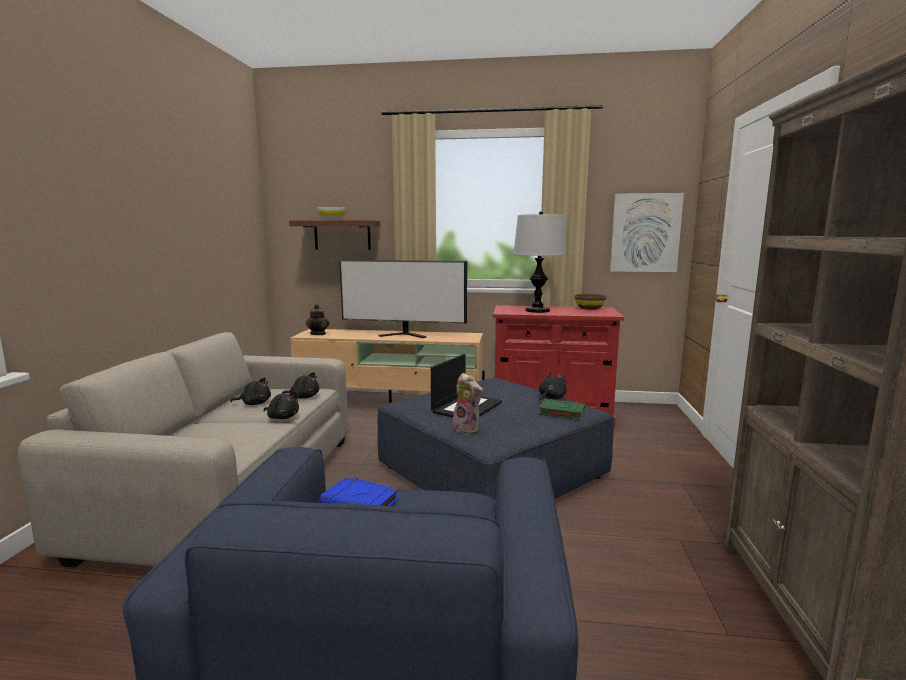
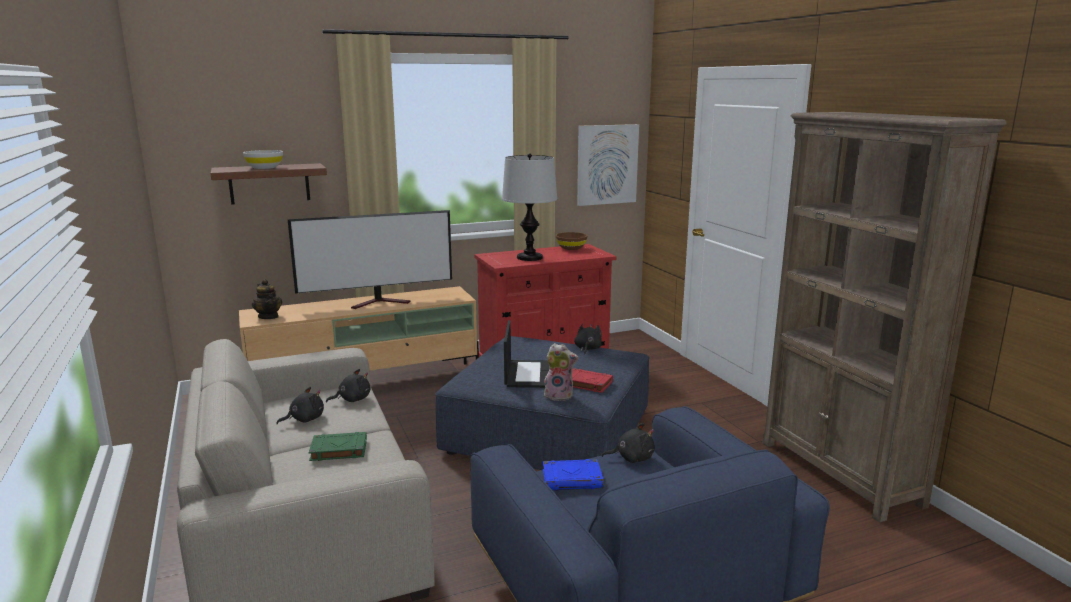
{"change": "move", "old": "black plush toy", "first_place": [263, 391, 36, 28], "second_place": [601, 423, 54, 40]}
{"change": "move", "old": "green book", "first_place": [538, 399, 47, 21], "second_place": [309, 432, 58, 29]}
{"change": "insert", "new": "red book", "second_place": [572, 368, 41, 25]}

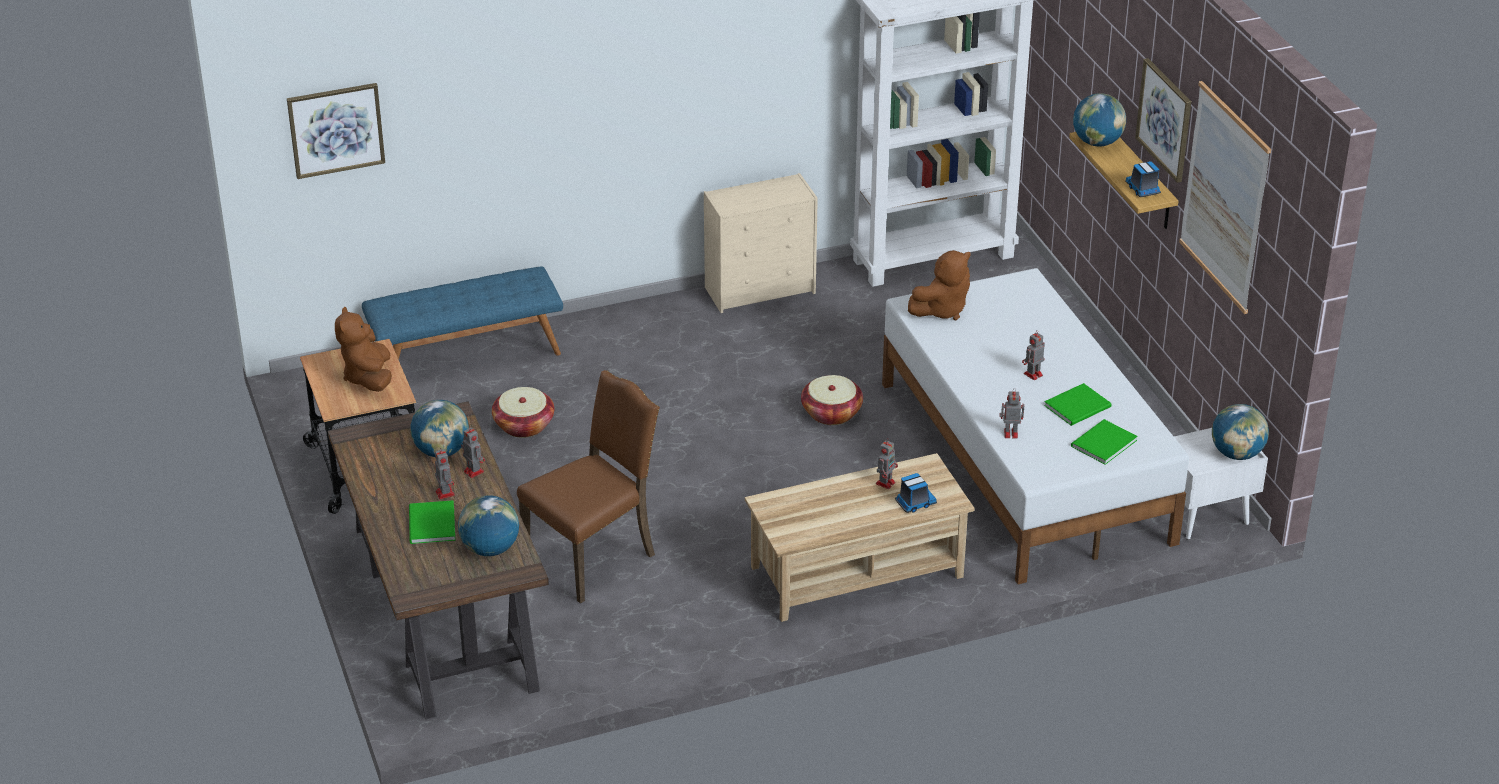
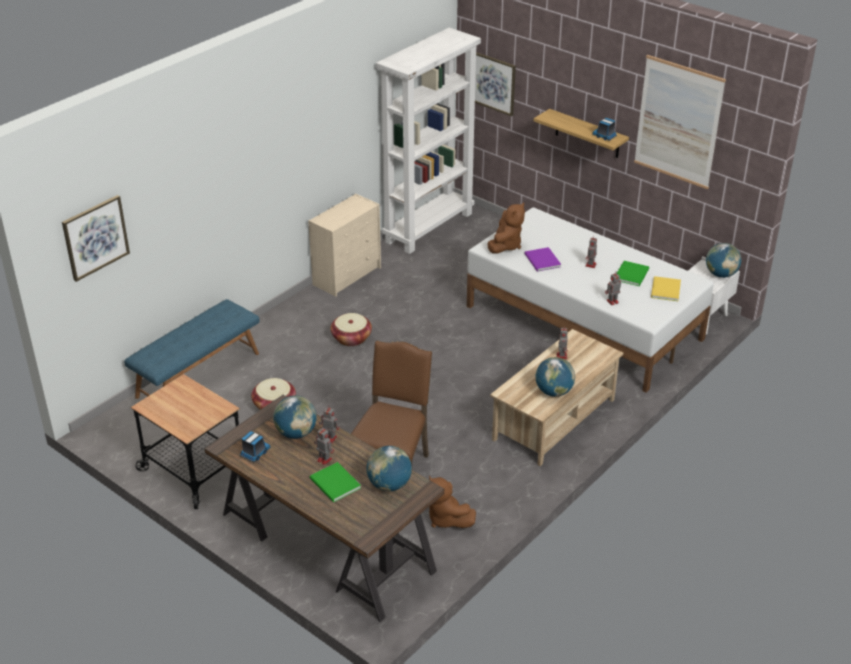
{"change": "move", "old": "picture", "first_place": [1135, 58, 56, 125], "second_place": [475, 52, 41, 64]}
{"change": "move", "old": "globe", "first_place": [1073, 93, 53, 53], "second_place": [535, 357, 40, 40]}
{"change": "move", "old": "brown plush toy", "first_place": [335, 307, 57, 85], "second_place": [429, 476, 47, 52]}
{"change": "move", "old": "basket", "first_place": [801, 375, 62, 50], "second_place": [330, 313, 42, 33]}
{"change": "recolor", "old": "green book", "new": "yellow book", "first_place": [1071, 419, 67, 46], "second_place": [651, 276, 30, 25]}
{"change": "move", "old": "toy truck", "first_place": [895, 473, 42, 40], "second_place": [240, 431, 31, 31]}
{"change": "insert", "new": "purple book", "second_place": [525, 247, 36, 25]}

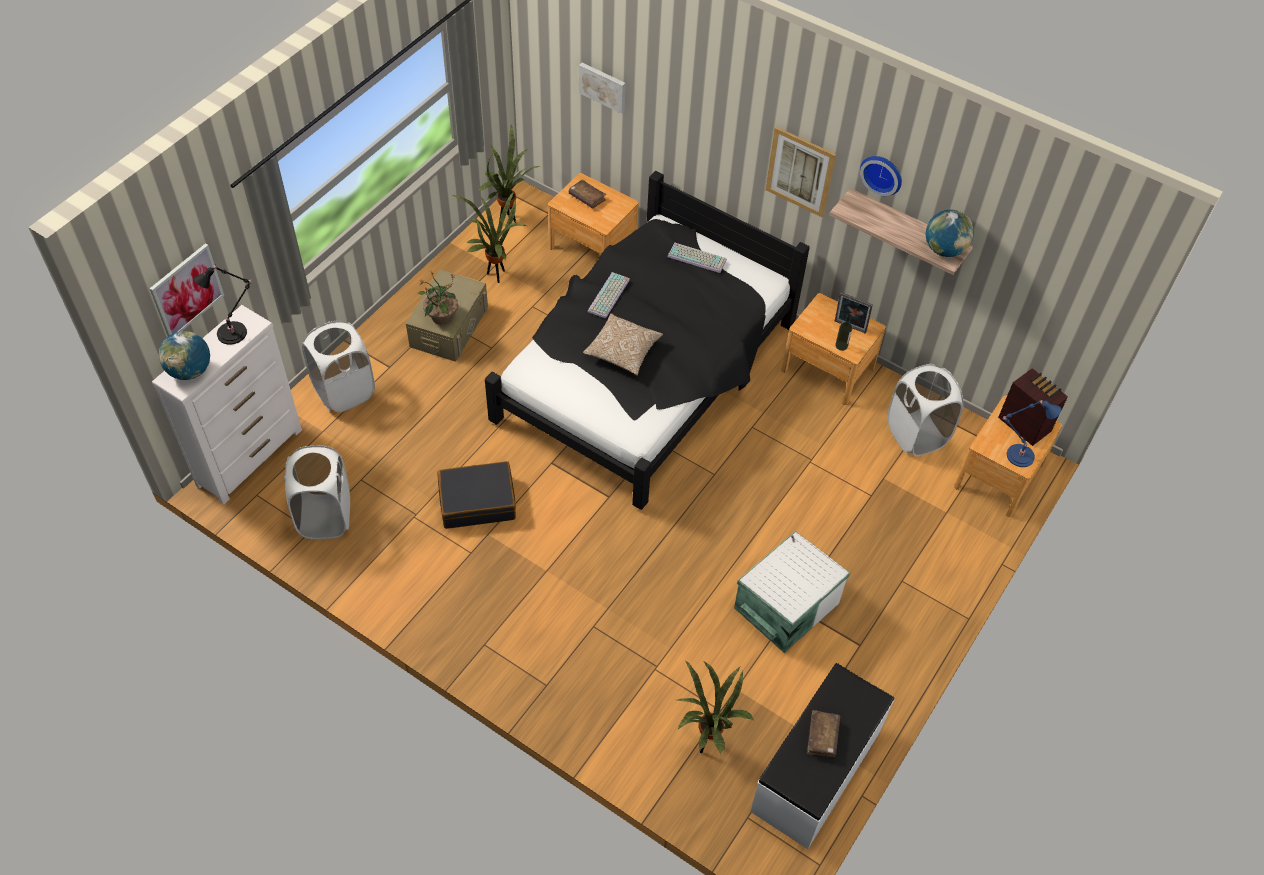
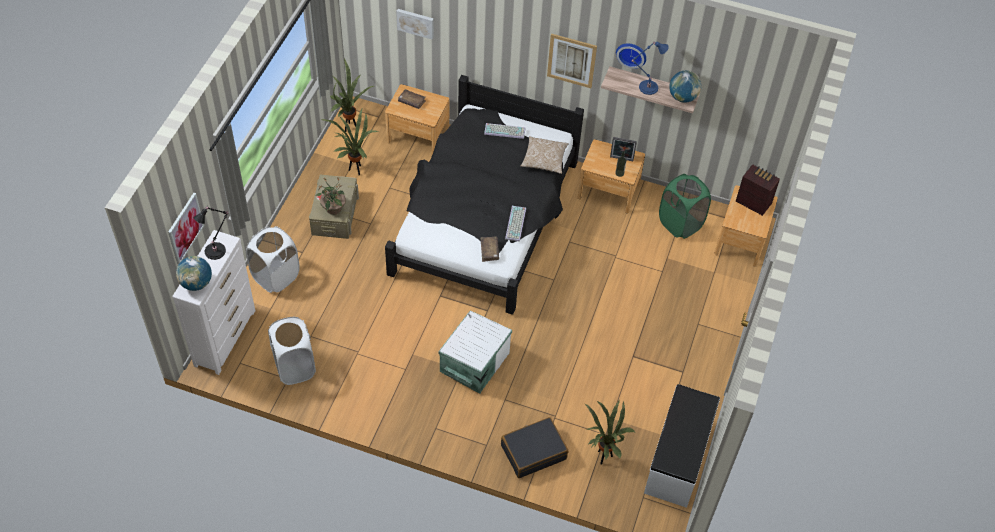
{"change": "move", "old": "keyboard", "first_place": [587, 272, 43, 47], "second_place": [505, 206, 21, 36]}
{"change": "move", "old": "pillow", "first_place": [583, 313, 80, 62], "second_place": [521, 136, 48, 38]}
{"change": "recolor", "old": "white laundry basket", "new": "green laundry basket", "first_place": [888, 364, 75, 92], "second_place": [659, 174, 52, 65]}
{"change": "move", "old": "blue table lamp", "first_place": [1003, 400, 58, 67], "second_place": [631, 42, 38, 53]}
{"change": "move", "old": "black suitcase", "first_place": [437, 461, 79, 68], "second_place": [501, 417, 67, 61]}
{"change": "move", "old": "white storage box", "first_place": [734, 531, 116, 122], "second_place": [438, 310, 74, 84]}
{"change": "move", "old": "brown book", "first_place": [807, 710, 34, 47], "second_place": [480, 237, 19, 25]}

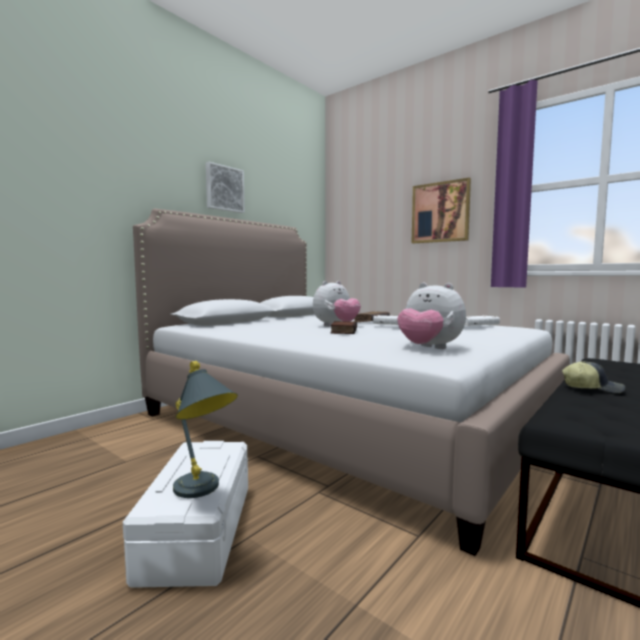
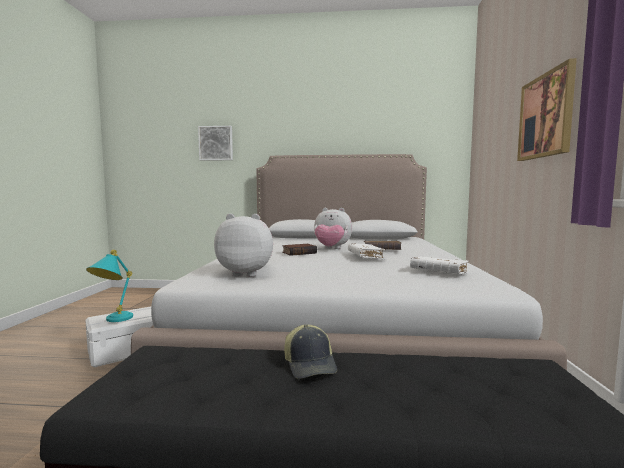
{"change": "move", "old": "picture", "first_place": [206, 162, 39, 51], "second_place": [198, 126, 35, 35]}
{"change": "rotate", "old": "plush toy", "first_place": [397, 283, 69, 66], "second_place": [214, 214, 59, 63], "degrees": 90}
{"change": "recolor", "old": "grey table lamp", "new": "turquoise table lamp", "first_place": [173, 361, 65, 137], "second_place": [86, 250, 47, 72]}

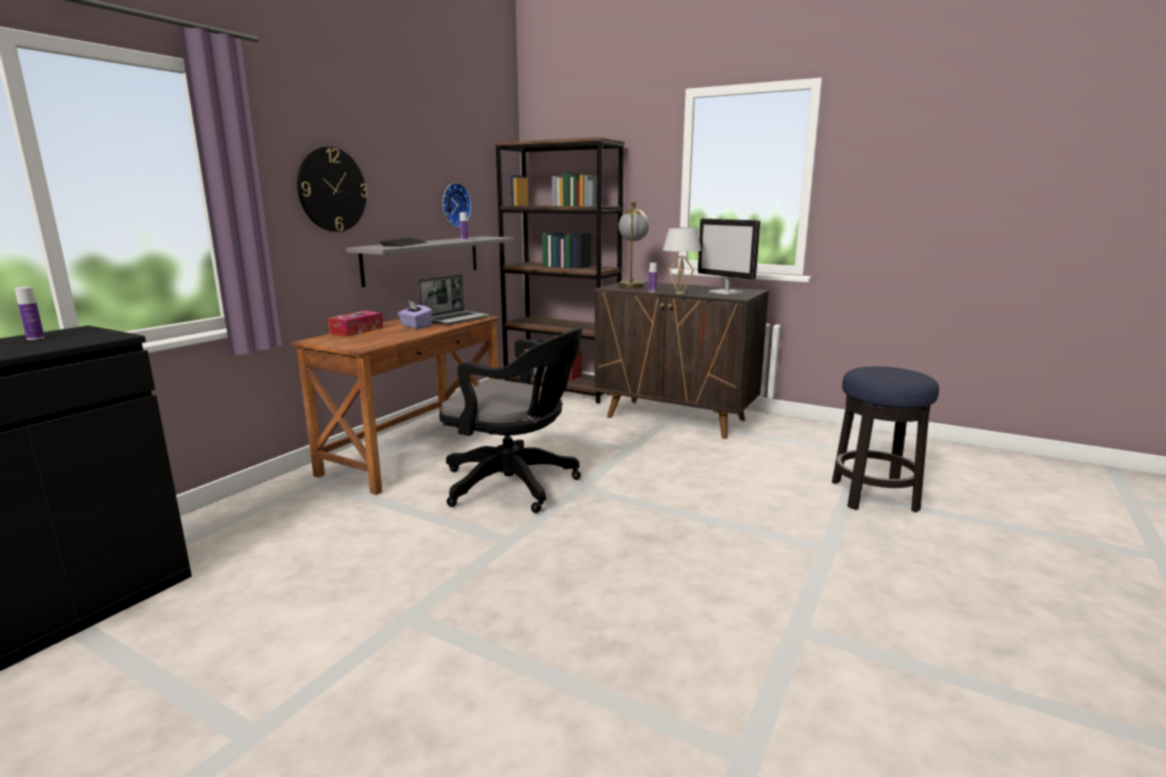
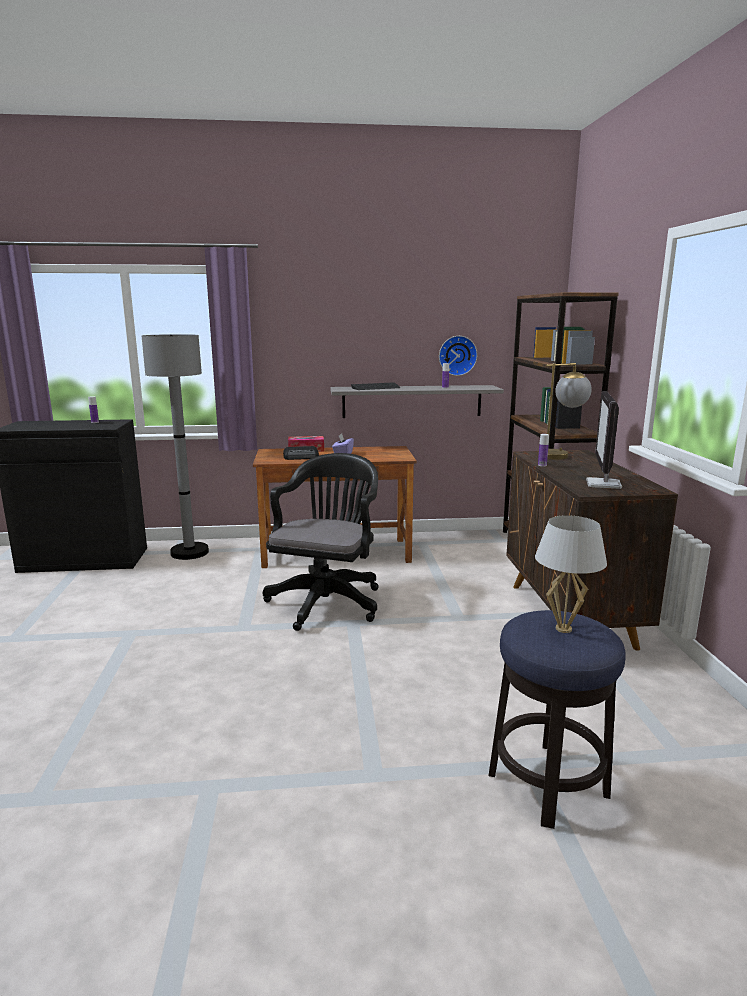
{"change": "delete", "old": "wall clock", "first_place": [297, 147, 71, 85]}
{"change": "move", "old": "white table lamp", "first_place": [663, 227, 39, 67], "second_place": [535, 515, 72, 118]}
{"change": "delete", "old": "laptop", "first_place": [418, 274, 72, 51]}
{"change": "rotate", "old": "black office chair", "first_place": [439, 326, 143, 187], "second_place": [263, 453, 115, 178], "degrees": -150}
{"change": "insert", "new": "grey floor lamp", "second_place": [142, 334, 67, 226]}
{"change": "insert", "new": "radio", "second_place": [283, 446, 36, 14]}

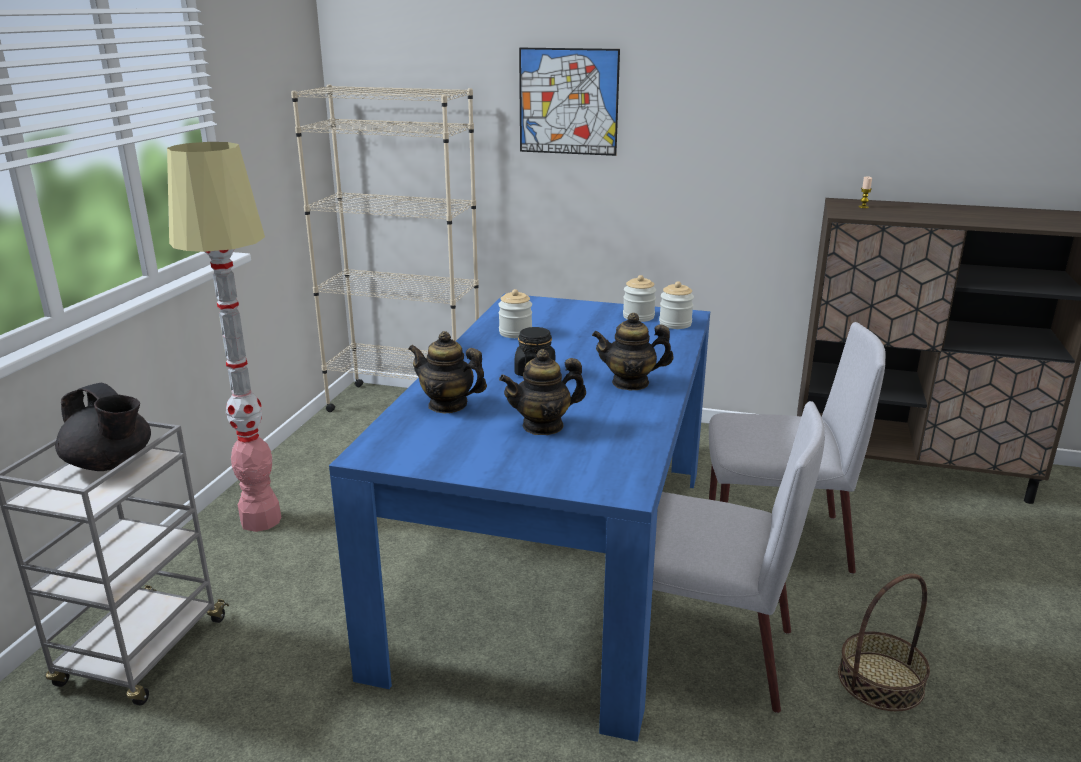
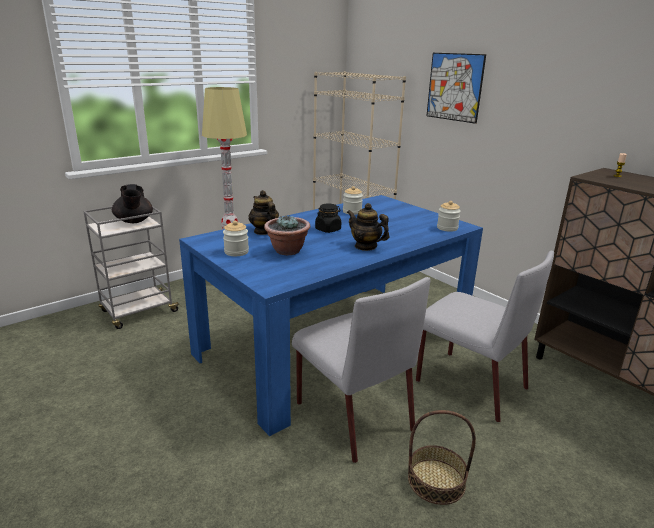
{"change": "move", "old": "jar", "first_place": [623, 275, 33, 47], "second_place": [223, 221, 26, 35]}
{"change": "replace", "old": "teapot", "new": "potted plant", "first_place": [499, 349, 87, 86], "second_place": [264, 215, 46, 40]}

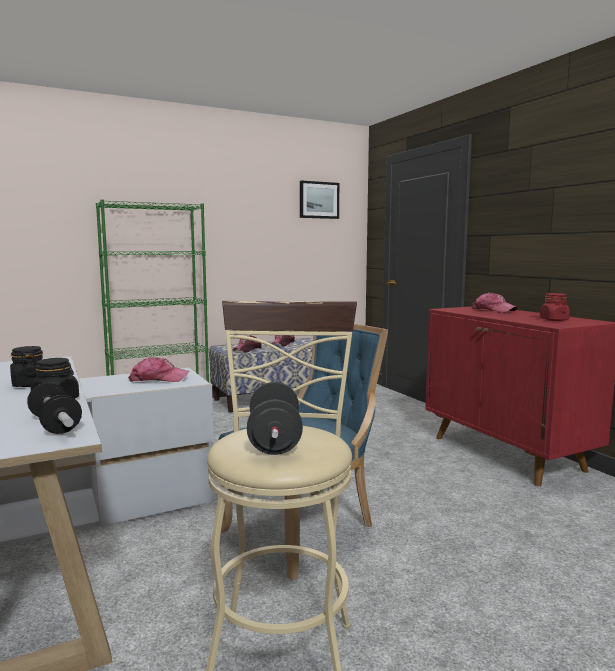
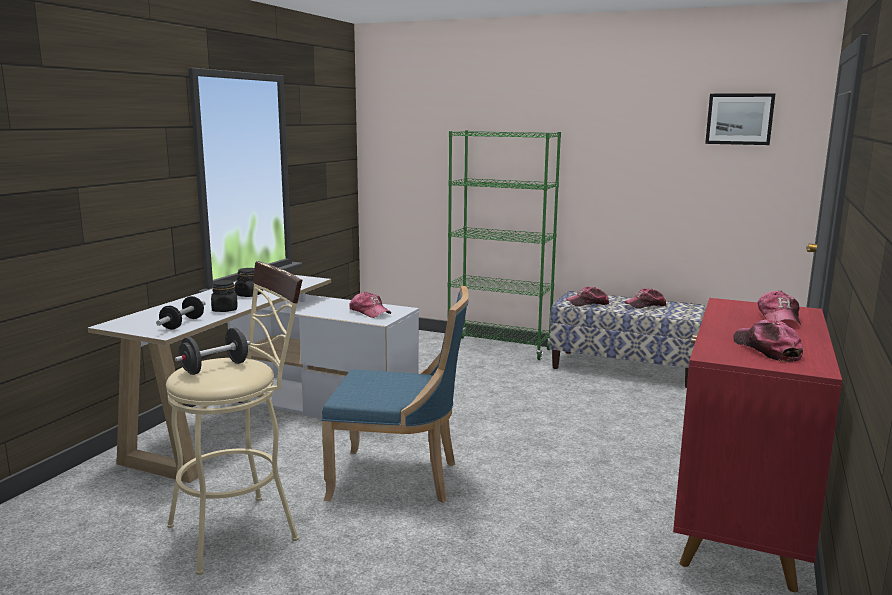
{"change": "replace", "old": "red jar", "new": "cap", "first_place": [540, 293, 30, 28], "second_place": [733, 320, 70, 43]}

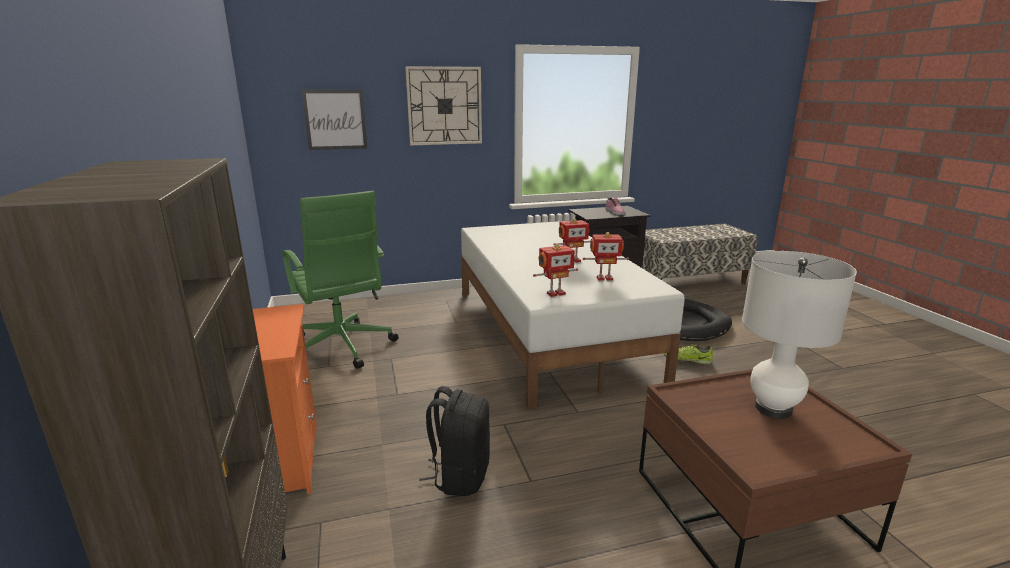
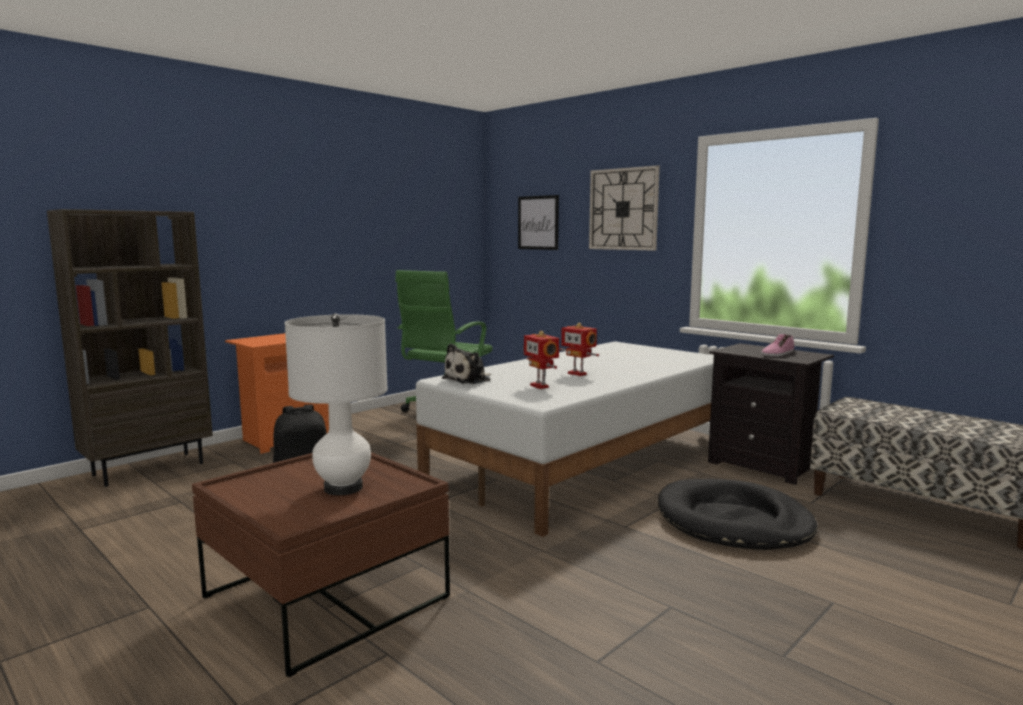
{"change": "replace", "old": "toy robot", "new": "plush toy", "first_place": [533, 244, 45, 53], "second_place": [442, 343, 49, 41]}
{"change": "delete", "old": "shoe", "first_place": [664, 344, 49, 21]}

